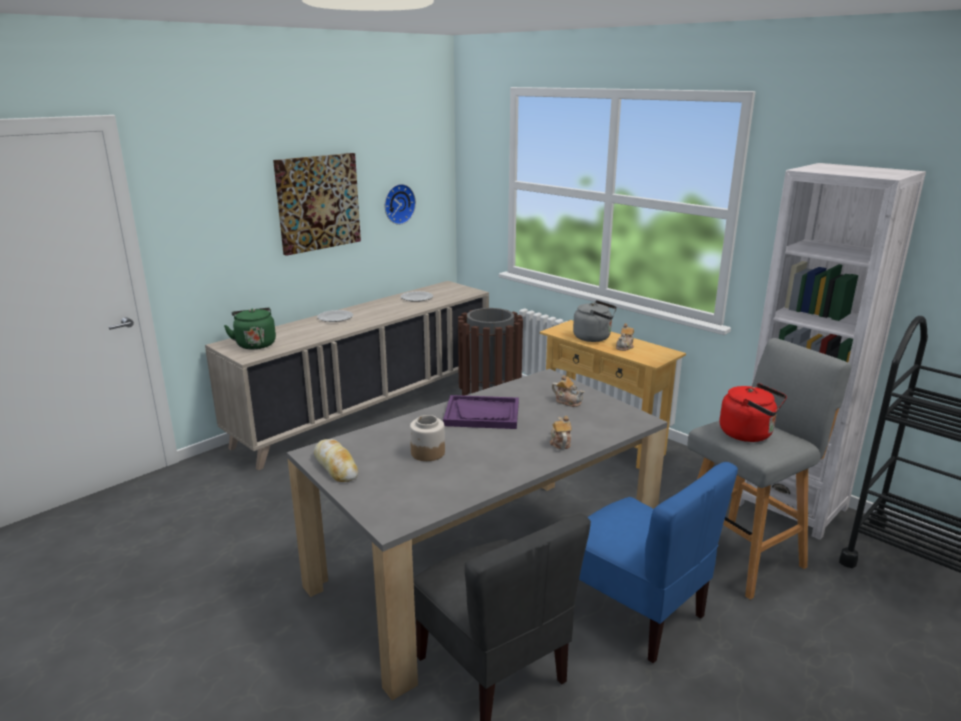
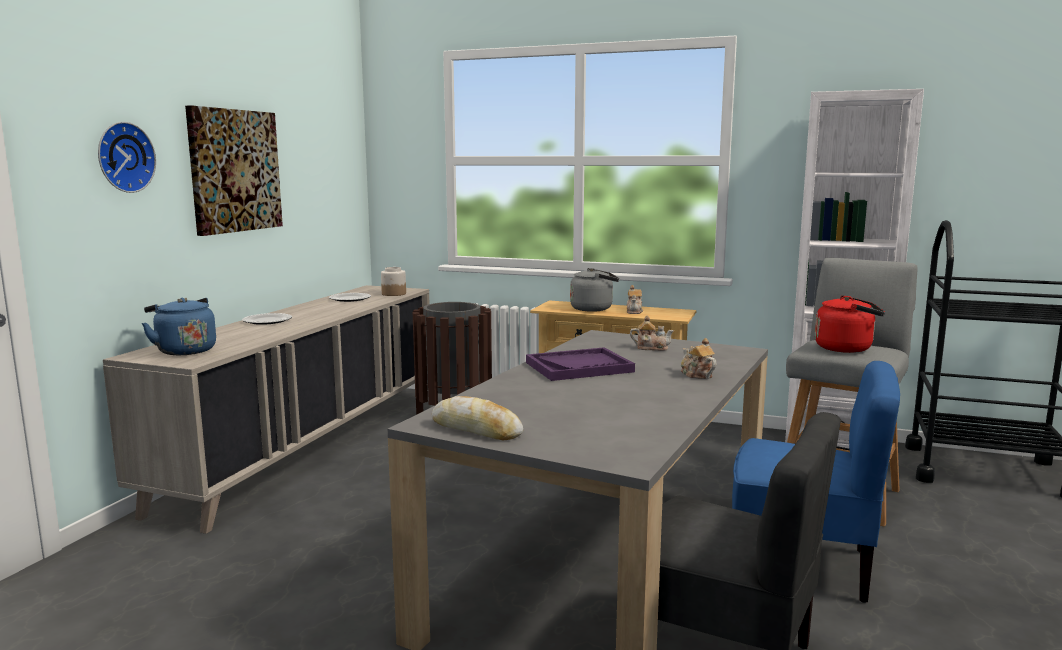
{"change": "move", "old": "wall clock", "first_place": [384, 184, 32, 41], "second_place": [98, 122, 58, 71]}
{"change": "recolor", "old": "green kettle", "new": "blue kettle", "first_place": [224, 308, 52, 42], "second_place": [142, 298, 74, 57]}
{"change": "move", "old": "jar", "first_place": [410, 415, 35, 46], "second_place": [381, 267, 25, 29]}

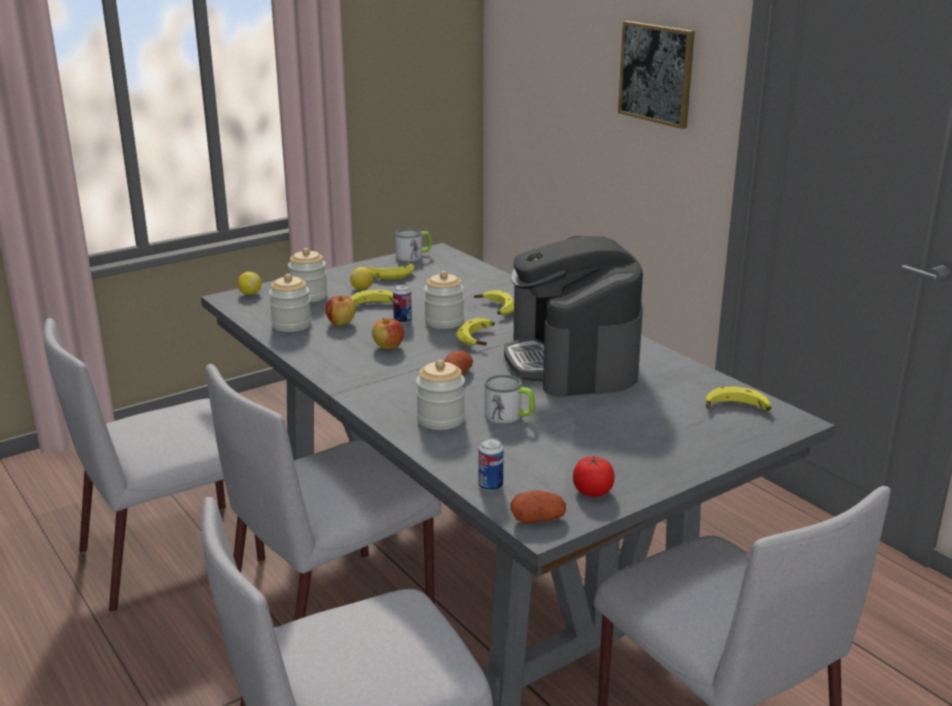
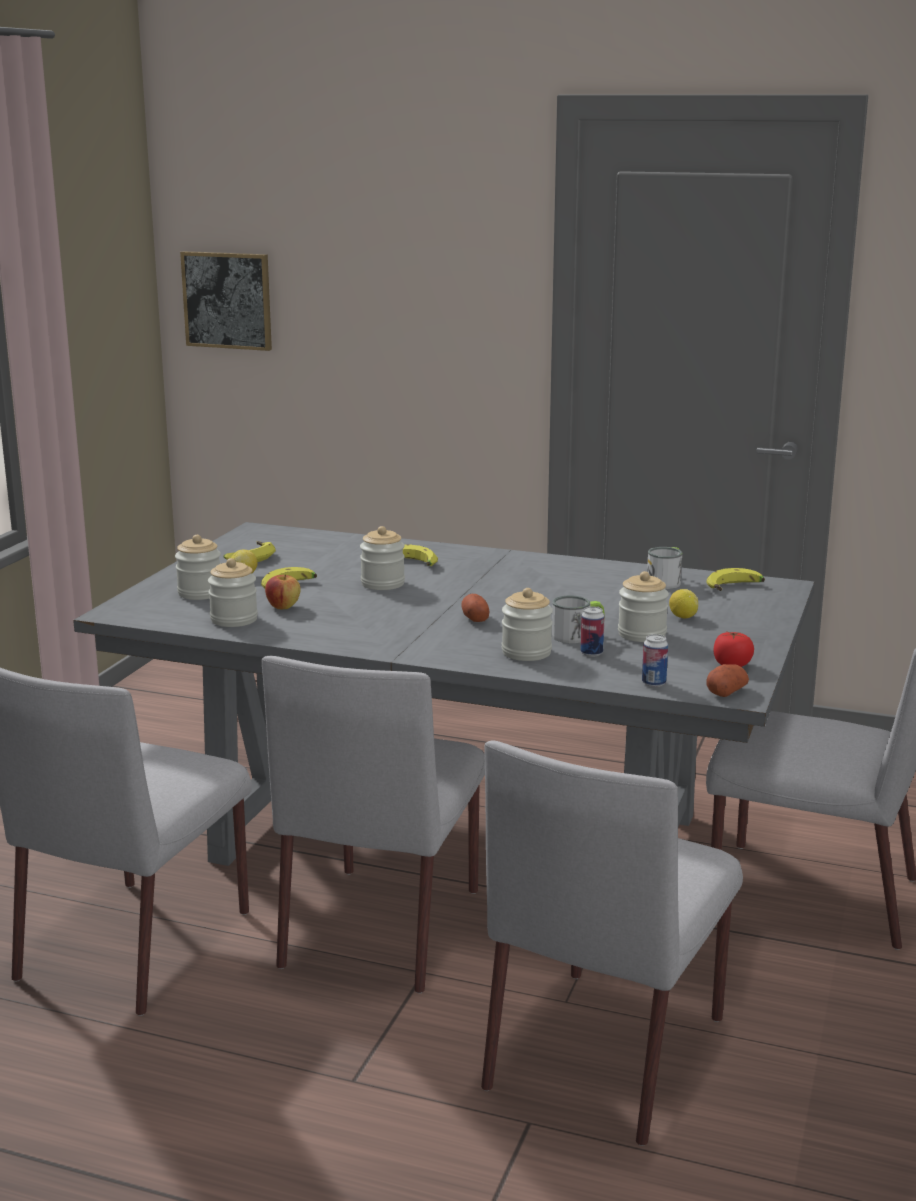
{"change": "move", "old": "picture", "first_place": [618, 21, 77, 108], "second_place": [180, 251, 92, 100]}
{"change": "move", "old": "mug", "first_place": [395, 229, 37, 32], "second_place": [647, 547, 35, 42]}
{"change": "delete", "old": "coffee machine", "first_place": [504, 236, 139, 161]}
{"change": "move", "old": "lemon", "first_place": [238, 272, 23, 23], "second_place": [669, 589, 29, 30]}
{"change": "move", "old": "can", "first_place": [393, 284, 19, 40], "second_place": [580, 607, 25, 50]}
{"change": "delete", "old": "apple", "first_place": [372, 318, 32, 31]}
{"change": "delete", "old": "banana", "first_place": [456, 318, 39, 28]}
{"change": "insert", "new": "jar", "second_place": [618, 571, 51, 71]}

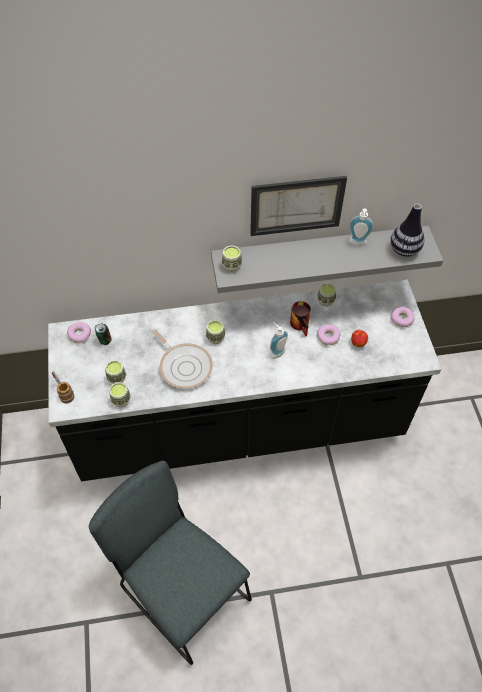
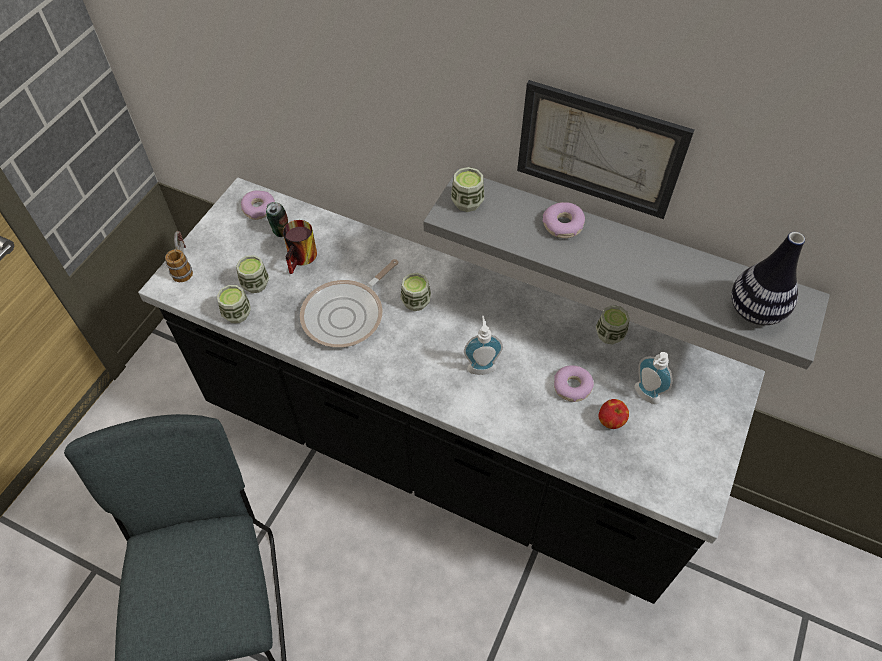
{"change": "move", "old": "soap dispenser", "first_place": [349, 208, 25, 38], "second_place": [634, 352, 39, 52]}
{"change": "move", "old": "mug", "first_place": [290, 301, 21, 35], "second_place": [283, 220, 34, 54]}
{"change": "move", "old": "donut", "first_place": [391, 307, 23, 20], "second_place": [543, 202, 42, 36]}
{"change": "rotate", "old": "frying pan", "first_place": [153, 330, 60, 58], "second_place": [300, 259, 99, 89], "degrees": 45}

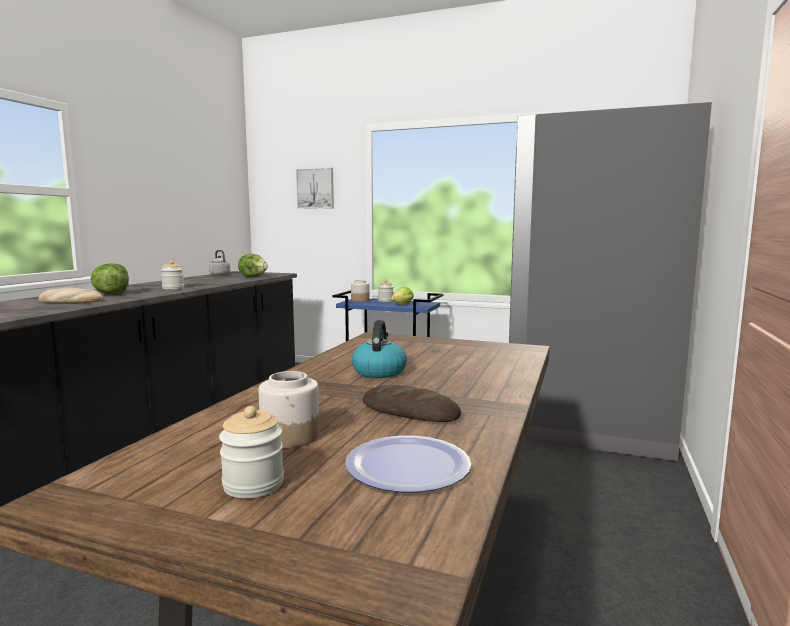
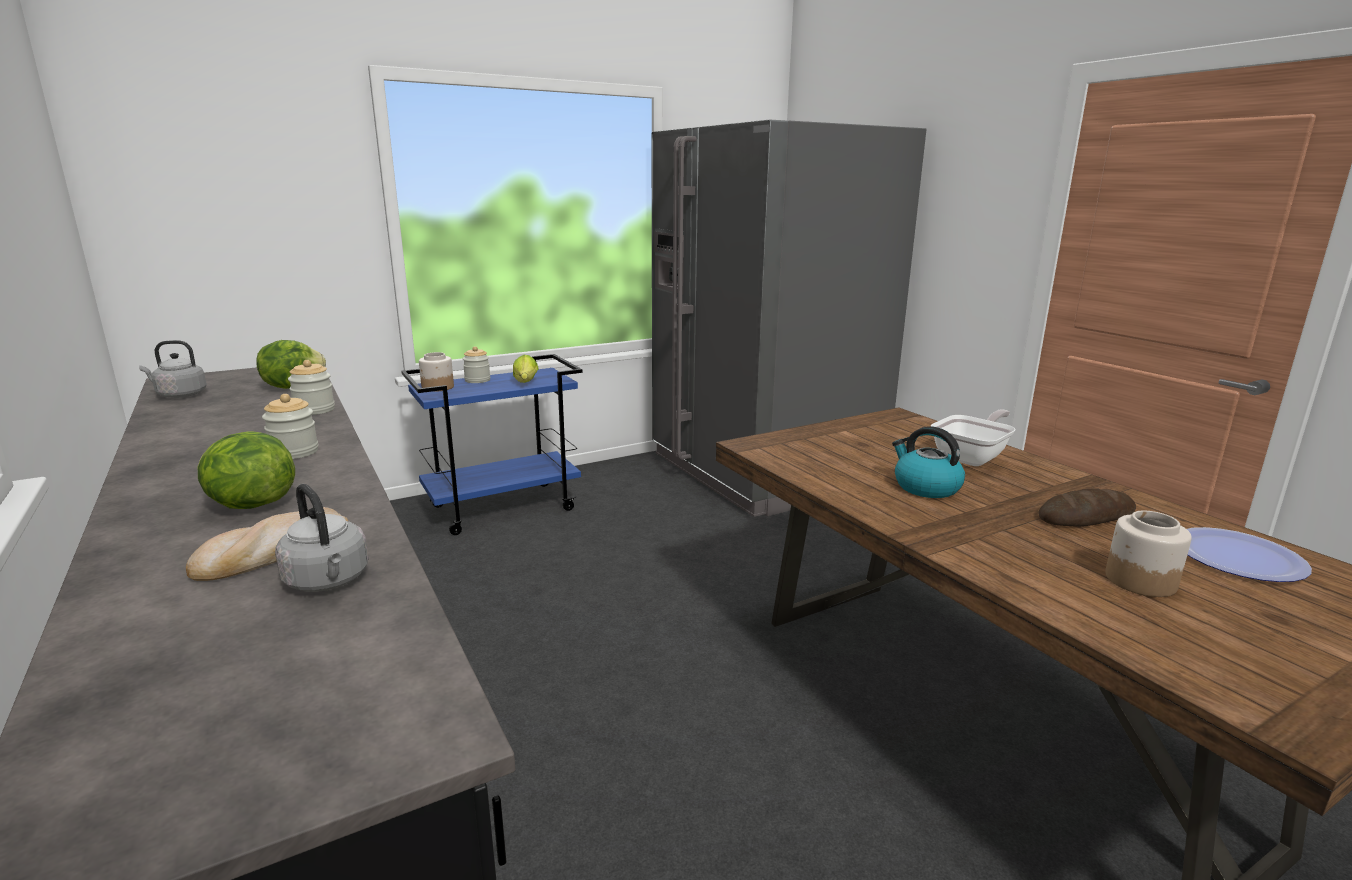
{"change": "delete", "old": "picture", "first_place": [296, 168, 38, 41]}
{"change": "move", "old": "jar", "first_place": [219, 406, 65, 92], "second_place": [288, 360, 47, 55]}
{"change": "insert", "new": "frying pan", "second_place": [931, 409, 85, 57]}
{"change": "insert", "new": "grey kettle", "second_place": [275, 484, 94, 108]}

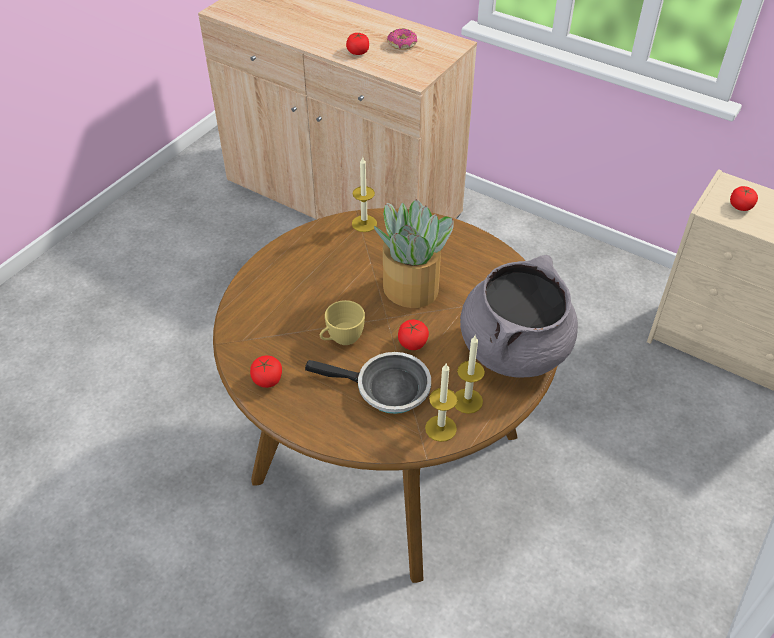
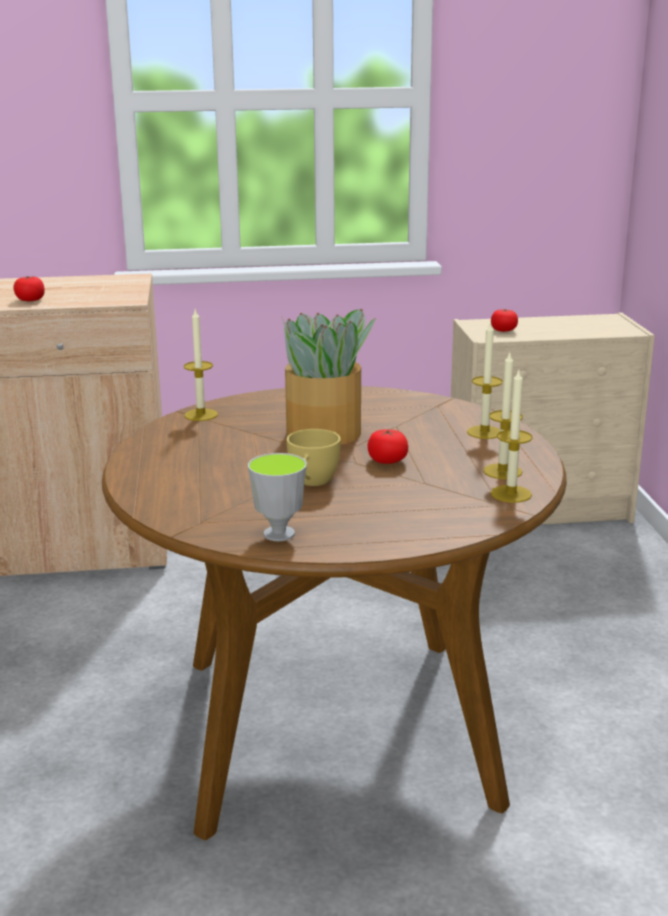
{"change": "delete", "old": "donut", "first_place": [387, 29, 30, 21]}
{"change": "replace", "old": "grey cooking pot", "new": "candle", "first_place": [460, 255, 118, 122], "second_place": [467, 321, 36, 118]}
{"change": "delete", "old": "frying pan", "first_place": [305, 352, 126, 62]}
{"change": "replace", "old": "tomato", "new": "cup", "first_place": [250, 356, 32, 32], "second_place": [248, 453, 59, 88]}

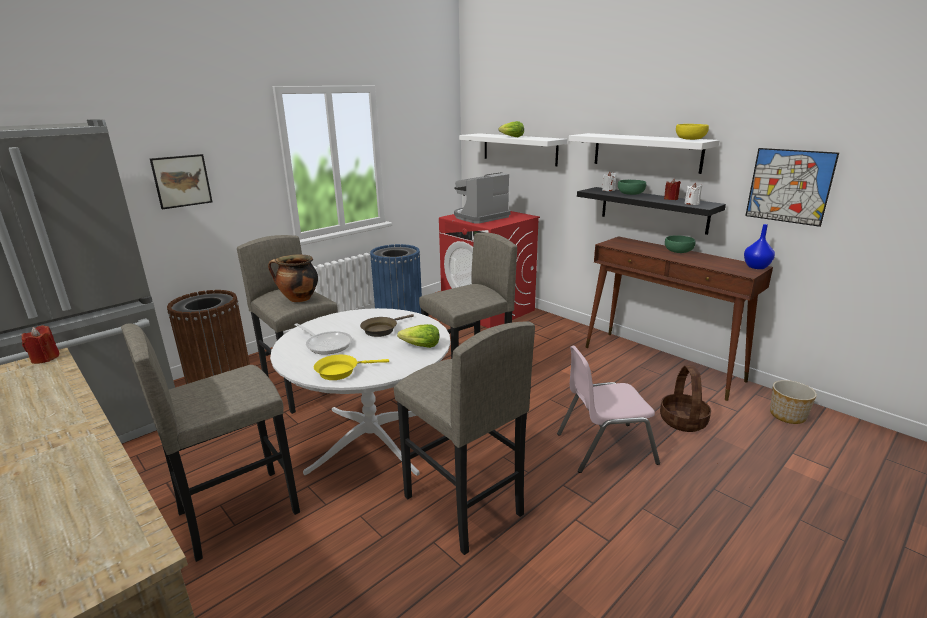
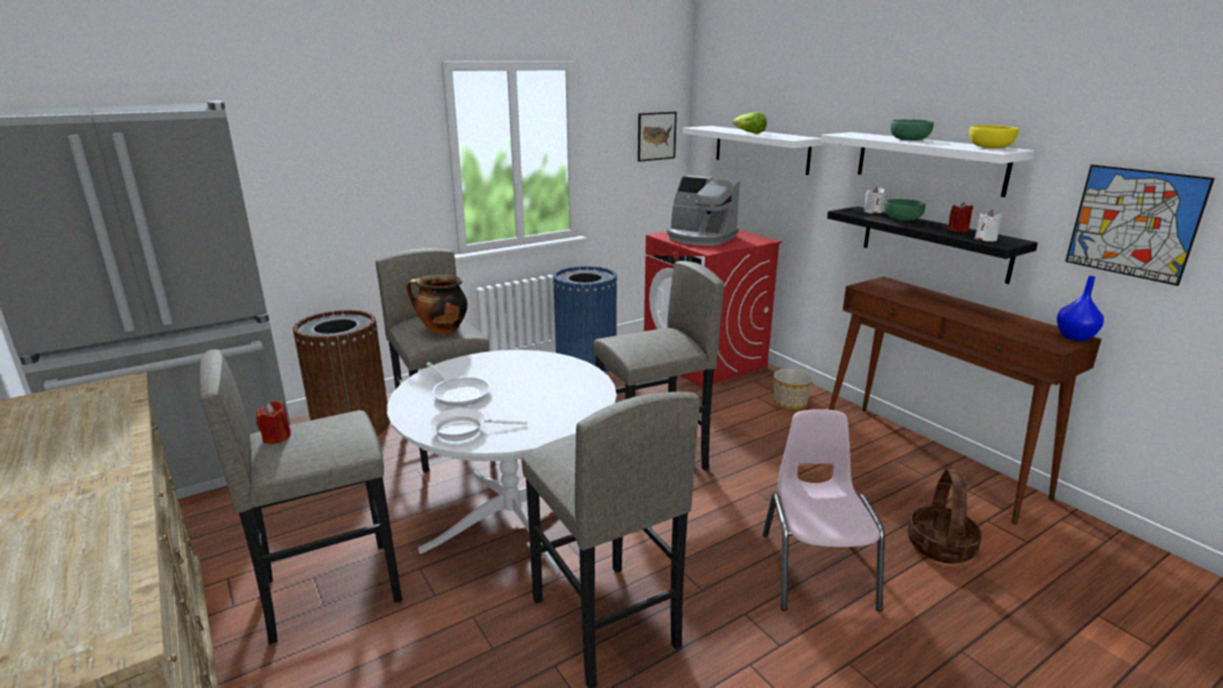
{"change": "move", "old": "picture", "first_place": [150, 154, 62, 56], "second_place": [638, 112, 39, 50]}
{"change": "rotate", "old": "coffee machine", "first_place": [454, 172, 56, 52], "second_place": [667, 176, 73, 70], "degrees": -120}
{"change": "move", "old": "green bowl", "first_place": [665, 236, 30, 17], "second_place": [890, 119, 44, 22]}
{"change": "delete", "old": "brown frying pan", "first_place": [360, 314, 54, 23]}
{"change": "delete", "old": "lettuce", "first_place": [397, 324, 42, 24]}
{"change": "move", "old": "red candle", "first_place": [21, 325, 38, 39], "second_place": [256, 401, 35, 43]}
{"change": "rotate", "old": "pink chair", "first_place": [557, 345, 103, 128], "second_place": [763, 409, 122, 203], "degrees": 90}
{"change": "recolor", "old": "yellow frying pan", "new": "white frying pan", "first_place": [314, 355, 75, 25], "second_place": [430, 408, 97, 33]}
{"change": "move", "old": "planter", "first_place": [770, 380, 47, 44], "second_place": [774, 368, 39, 43]}

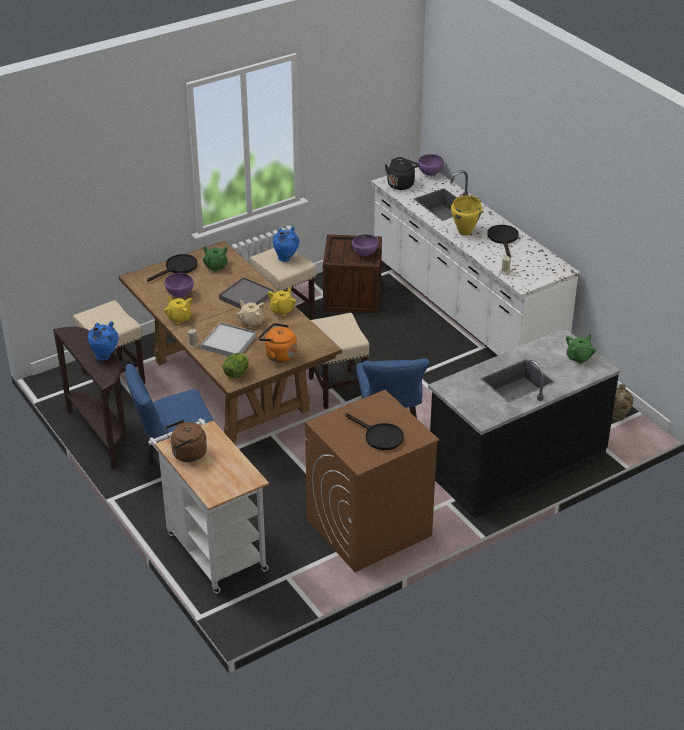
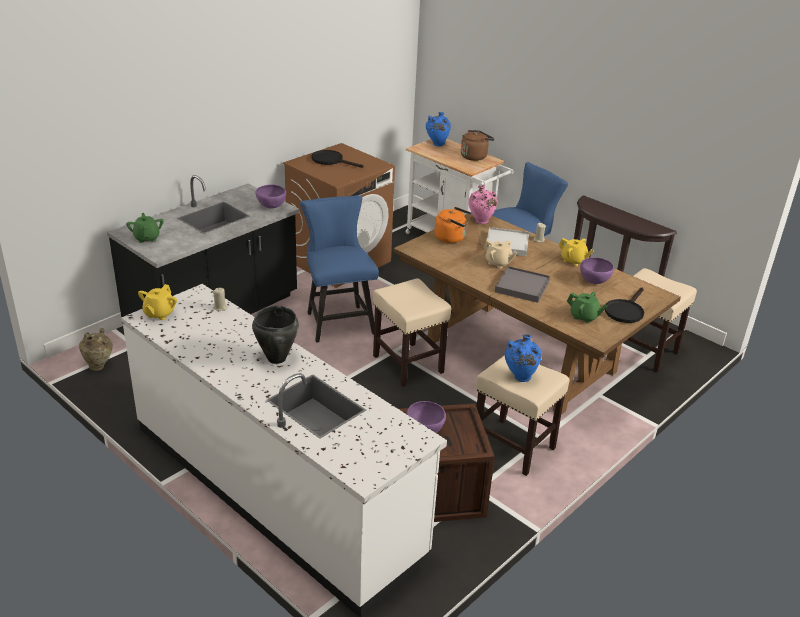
{"change": "move", "old": "purple bowl", "first_place": [418, 154, 26, 22], "second_place": [255, 184, 31, 24]}
{"change": "delete", "old": "black kettle", "first_place": [385, 157, 35, 33]}
{"change": "recolor", "old": "yellow cooking pot", "new": "black cooking pot", "first_place": [451, 195, 31, 41], "second_place": [252, 306, 47, 58]}
{"change": "delete", "old": "black frying pan", "first_place": [487, 225, 32, 32]}
{"change": "move", "old": "yellow teapot", "first_place": [268, 287, 28, 29], "second_place": [138, 284, 39, 36]}
{"change": "move", "old": "blue vase", "first_place": [88, 321, 31, 40], "second_place": [426, 112, 25, 34]}
{"change": "rotate", "old": "green teapot", "first_place": [566, 334, 30, 30], "second_place": [126, 213, 38, 30], "degrees": 135}
{"change": "replace", "old": "lettuce", "new": "pink vase", "first_place": [222, 353, 27, 25], "second_place": [468, 185, 29, 39]}

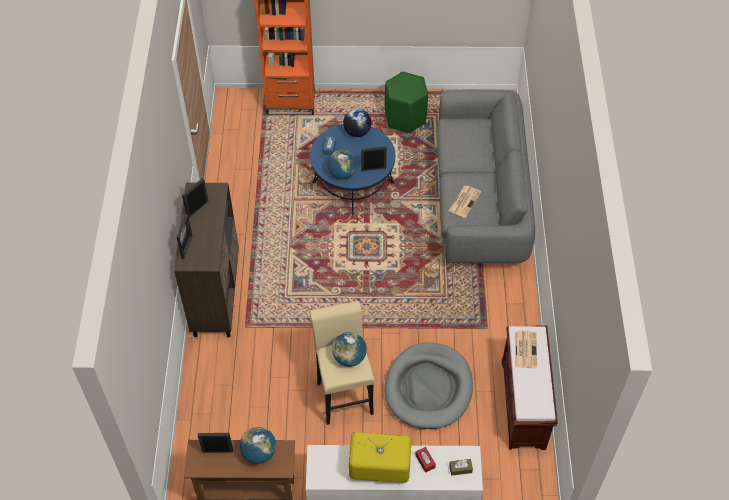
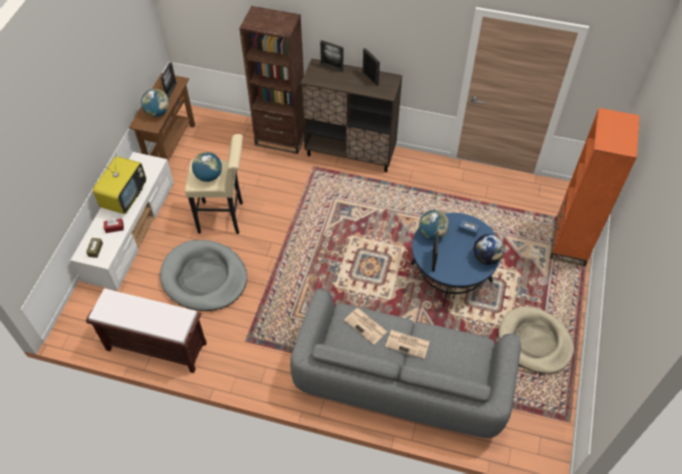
{"change": "replace", "old": "green stool", "new": "beige dog bed", "first_place": [385, 71, 43, 62], "second_place": [498, 306, 76, 68]}
{"change": "move", "old": "newspaper", "first_place": [515, 331, 22, 37], "second_place": [385, 330, 45, 29]}
{"change": "insert", "new": "brown bookcase", "second_place": [239, 6, 65, 148]}

